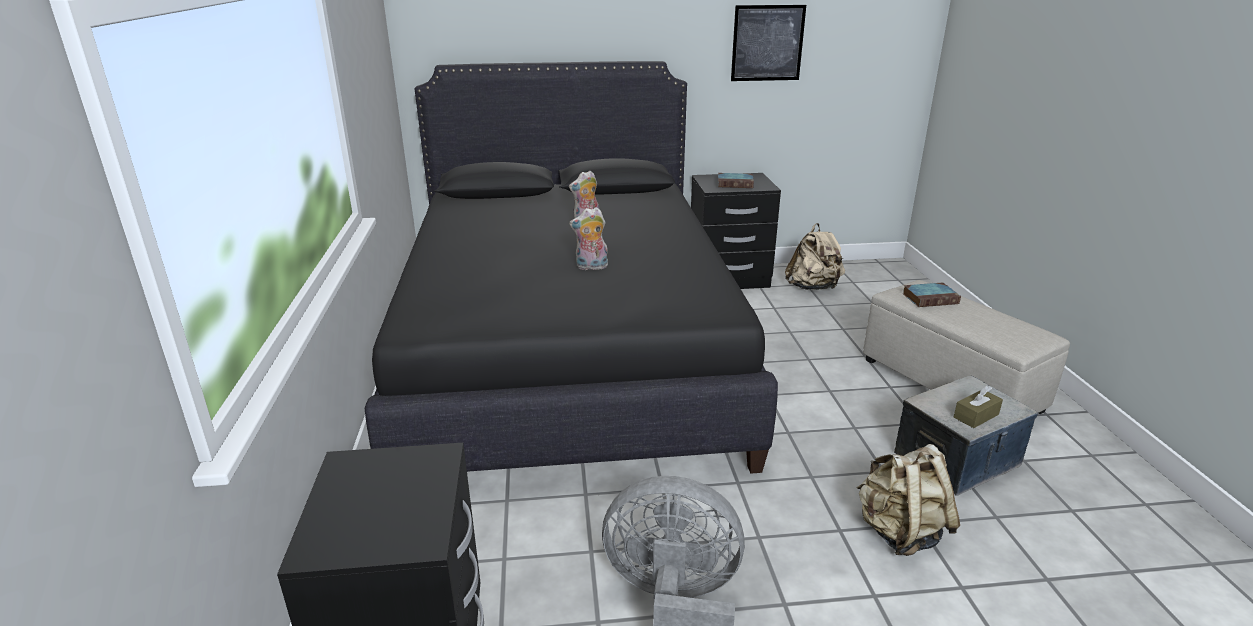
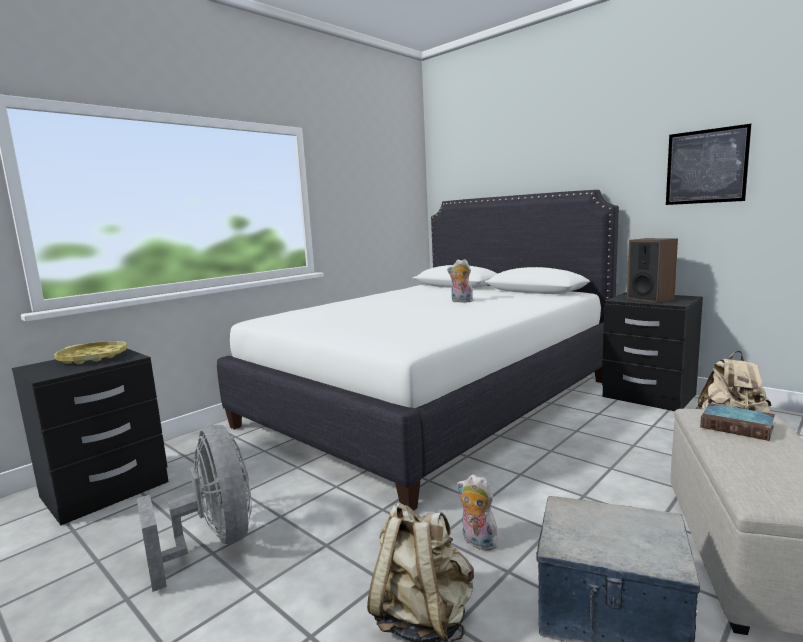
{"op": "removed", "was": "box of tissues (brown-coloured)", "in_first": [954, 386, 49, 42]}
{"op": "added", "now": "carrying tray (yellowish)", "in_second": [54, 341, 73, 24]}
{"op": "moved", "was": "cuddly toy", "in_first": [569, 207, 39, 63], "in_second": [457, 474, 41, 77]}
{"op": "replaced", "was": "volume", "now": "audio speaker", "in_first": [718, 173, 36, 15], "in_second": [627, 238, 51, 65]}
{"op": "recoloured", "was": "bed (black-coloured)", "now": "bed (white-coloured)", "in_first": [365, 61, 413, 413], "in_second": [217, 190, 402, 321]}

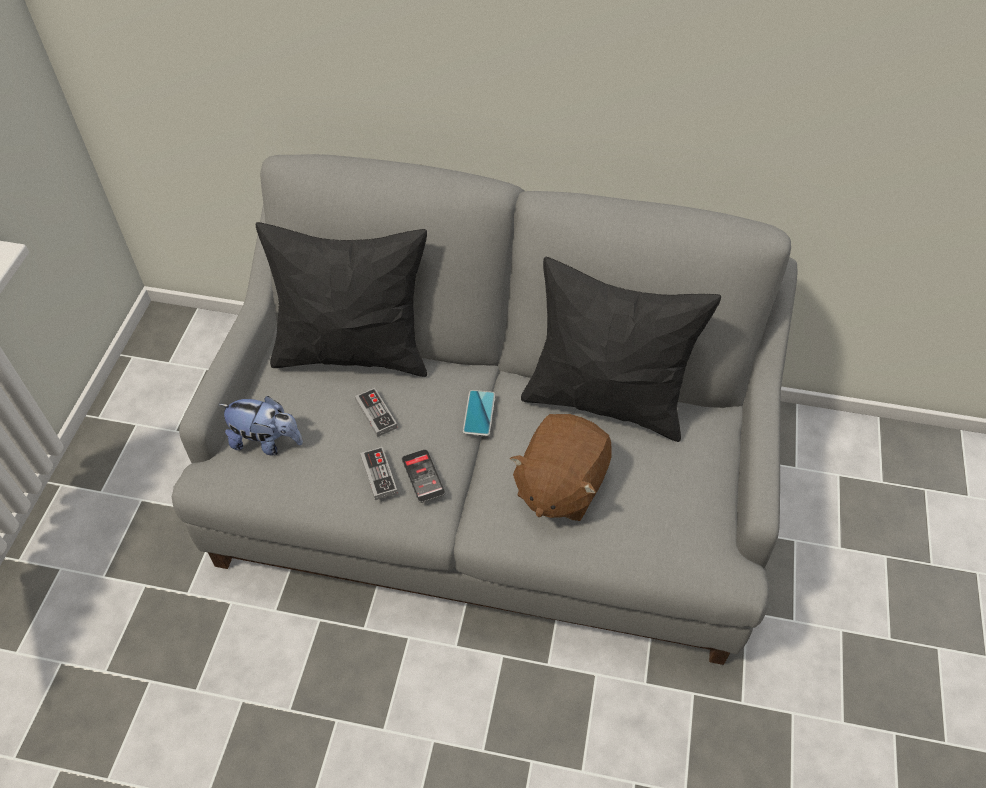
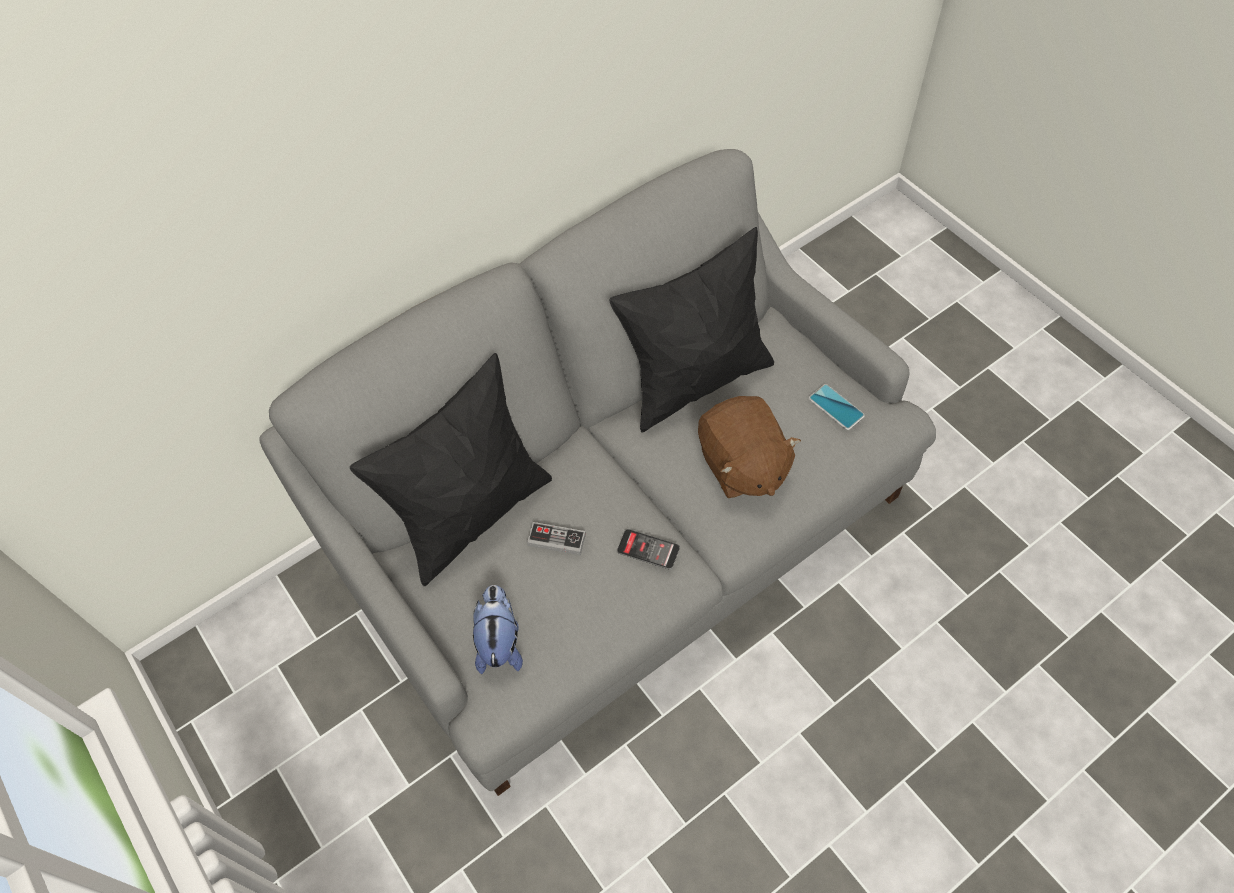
{"op": "removed", "was": "game controller", "in_first": [360, 447, 38, 53]}
{"op": "moved", "was": "handset", "in_first": [463, 390, 32, 46], "in_second": [809, 384, 56, 46]}
{"op": "turned", "was": "cuddly toy", "in_first": [218, 396, 85, 60], "in_second": [473, 585, 50, 89], "clockwise": -60}

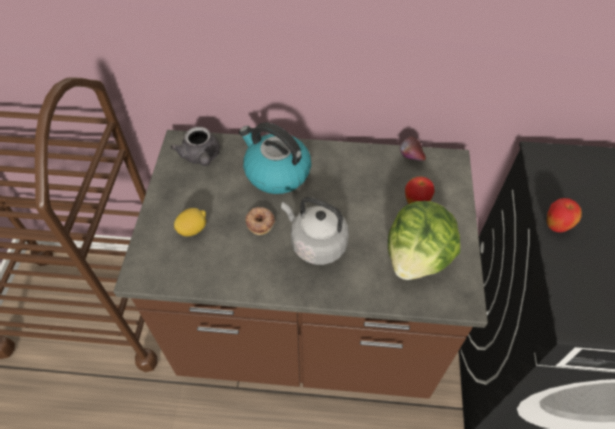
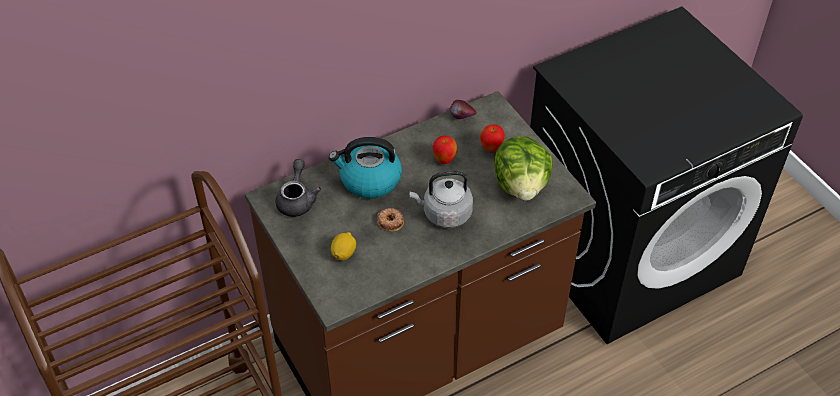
{"op": "moved", "was": "whole apple", "in_first": [547, 198, 35, 34], "in_second": [433, 136, 24, 28]}
{"op": "turned", "was": "teapot (greyish)", "in_first": [170, 127, 50, 39], "in_second": [276, 159, 45, 58], "clockwise": -120}

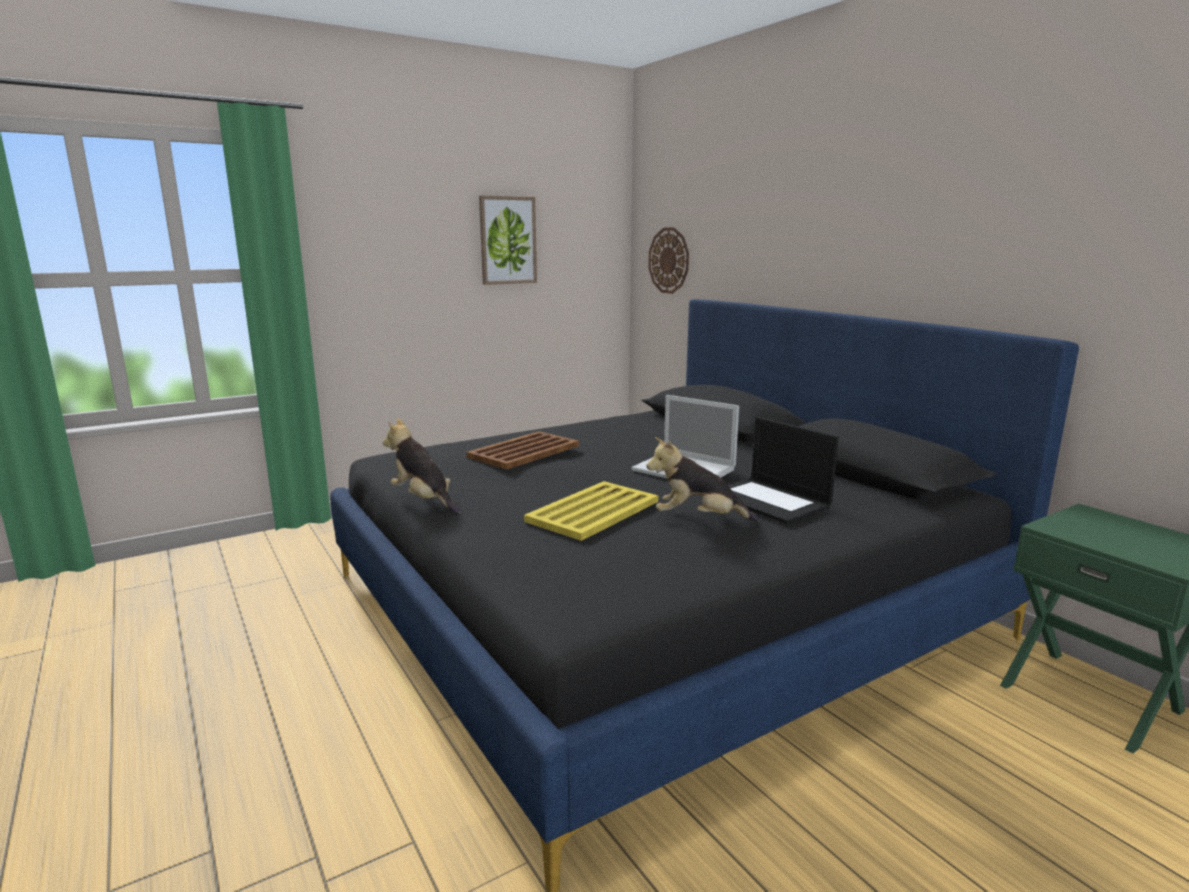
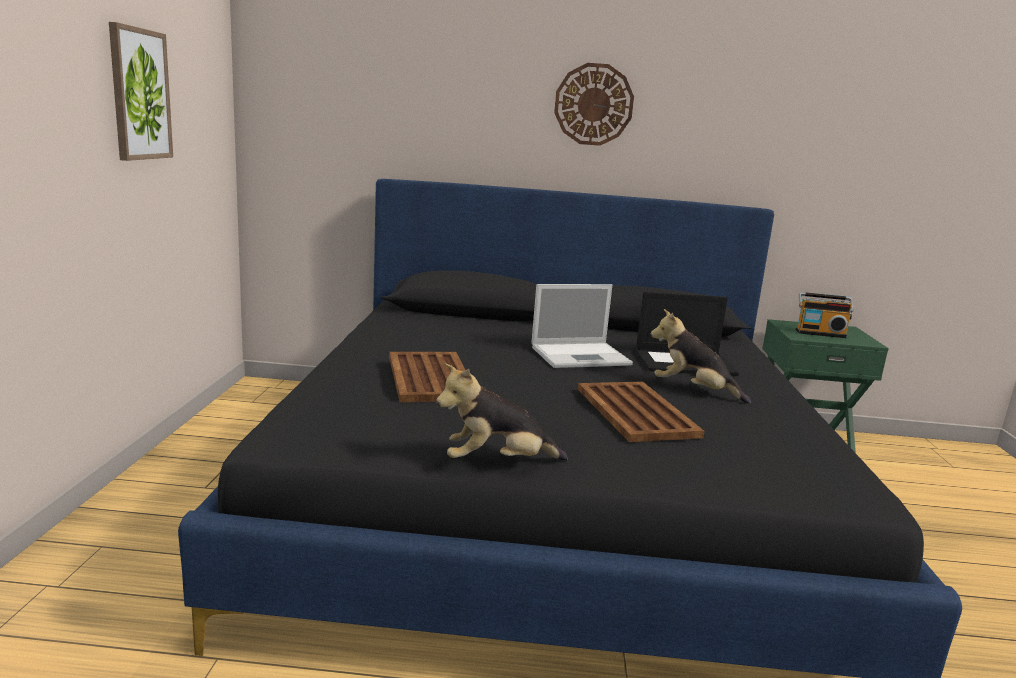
{"op": "added", "now": "radio receiver", "in_second": [796, 292, 58, 46]}
{"op": "moved", "was": "wall clock", "in_first": [648, 228, 41, 66], "in_second": [554, 63, 80, 83]}
{"op": "recoloured", "was": "carrying tray (yellowish)", "now": "carrying tray (brown-coloured)", "in_first": [524, 481, 134, 60], "in_second": [578, 381, 126, 61]}
{"op": "turned", "was": "cuddly toy", "in_first": [647, 437, 111, 84], "in_second": [651, 309, 100, 95], "clockwise": 75}

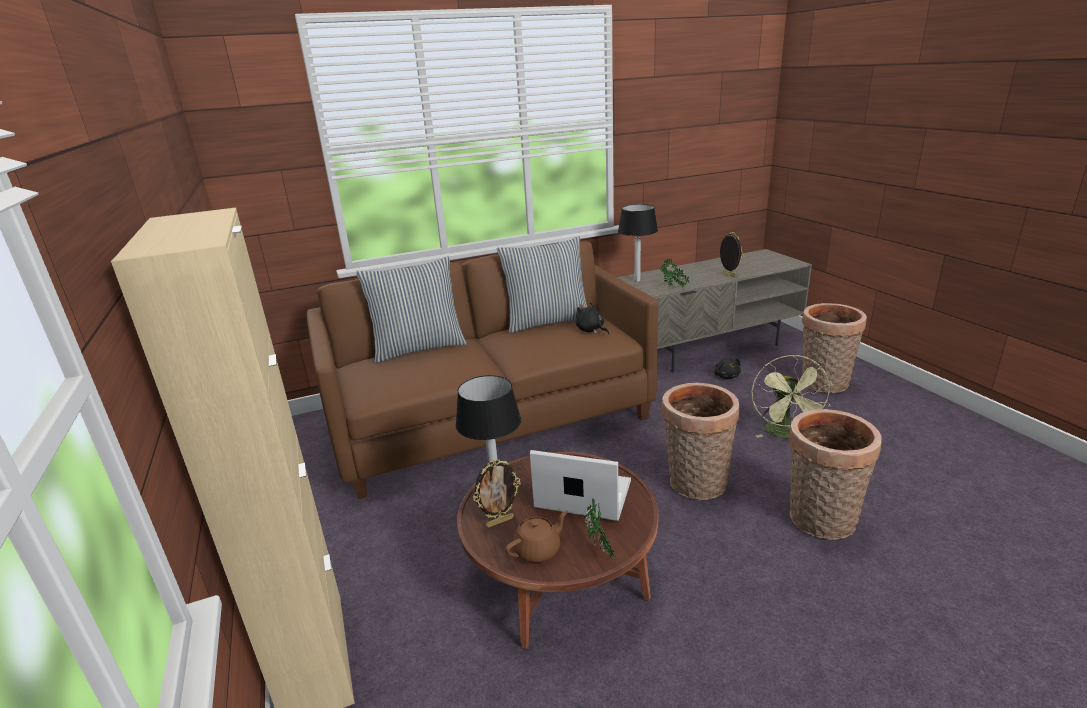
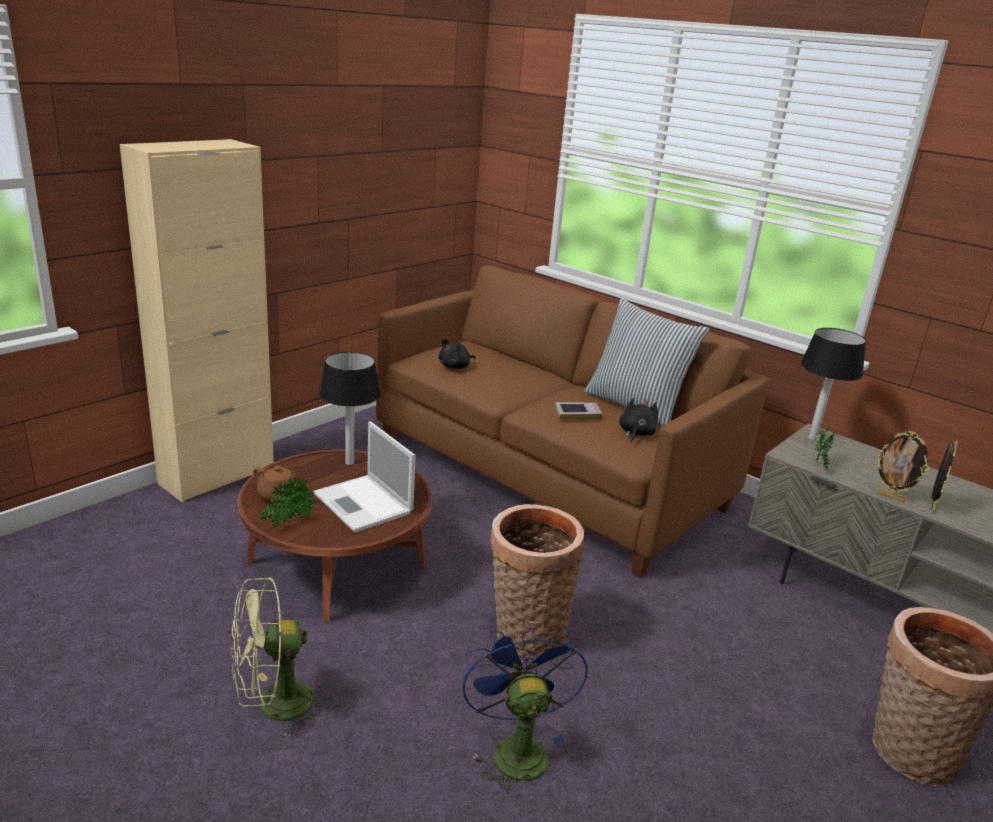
{"op": "removed", "was": "pillow", "in_first": [356, 256, 111, 107]}
{"op": "added", "now": "volume", "in_second": [555, 402, 47, 18]}
{"op": "moved", "was": "photo frame", "in_first": [473, 459, 48, 69], "in_second": [876, 431, 54, 71]}
{"op": "moved", "was": "cuddly toy (black-coloured)", "in_first": [714, 358, 27, 21], "in_second": [439, 339, 37, 30]}
{"op": "moved", "was": "electric fan (greenish)", "in_first": [751, 355, 82, 84], "in_second": [231, 577, 101, 160]}
{"op": "replaced", "was": "storage basket", "now": "electric fan (blue-coloured)", "in_first": [789, 409, 93, 131], "in_second": [463, 622, 125, 175]}
{"op": "turned", "was": "laptop", "in_first": [530, 450, 101, 71], "in_second": [313, 421, 103, 112], "clockwise": 150}

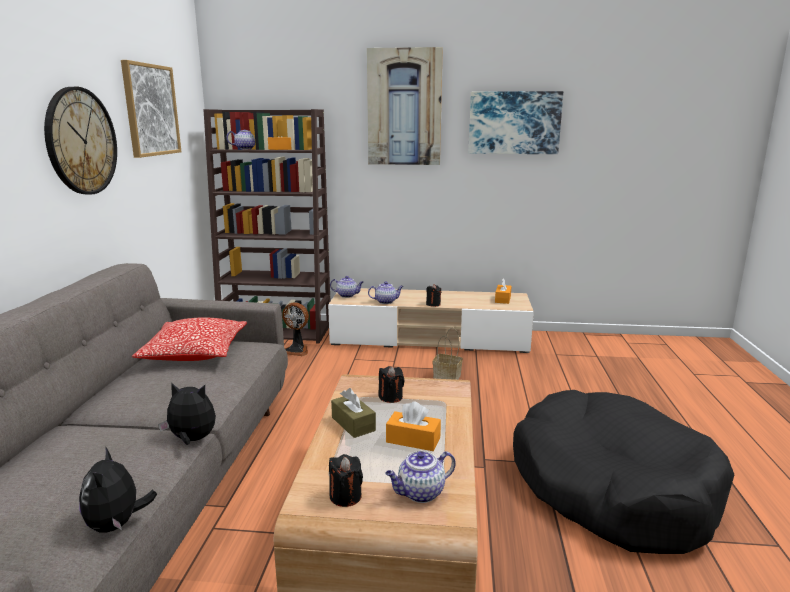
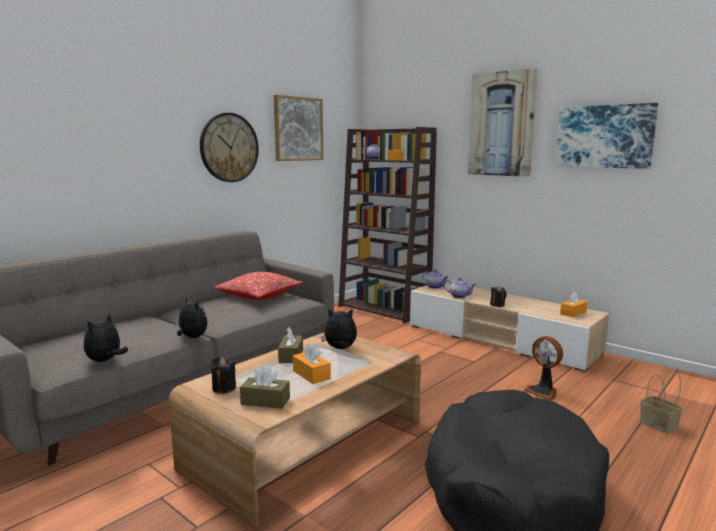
{"op": "moved", "was": "electric fan", "in_first": [282, 302, 27, 54], "in_second": [523, 336, 40, 64]}
{"op": "moved", "was": "storage basket", "in_first": [433, 328, 30, 52], "in_second": [640, 369, 42, 64]}
{"op": "replaced", "was": "wax candle (black-coloured)", "now": "cuddly toy", "in_first": [379, 366, 26, 37], "in_second": [321, 308, 36, 41]}
{"op": "replaced", "was": "teapot", "now": "box of tissues (brown-coloured)", "in_first": [385, 451, 71, 52], "in_second": [240, 366, 50, 43]}

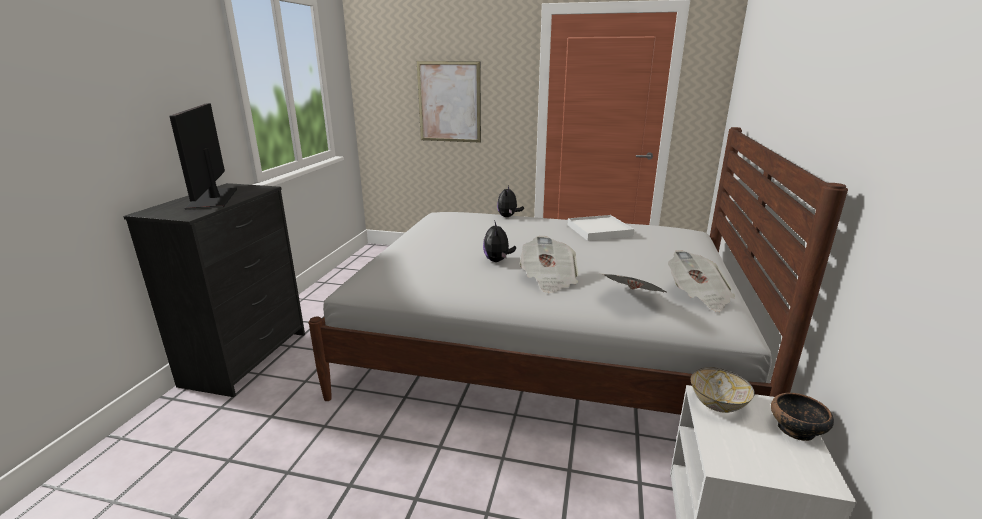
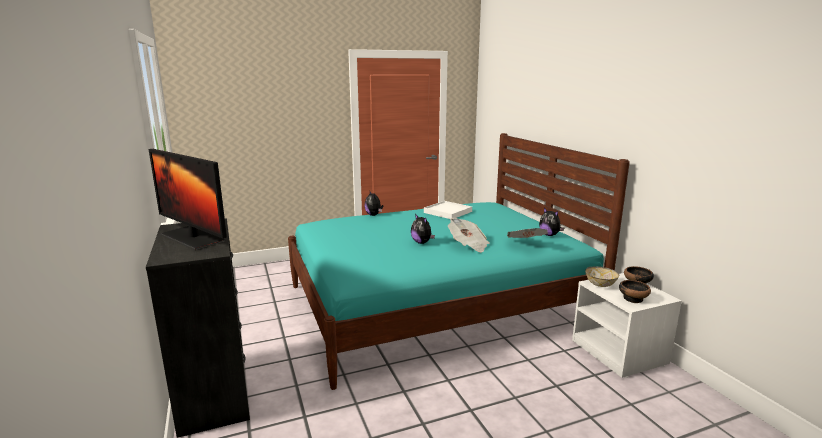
{"op": "removed", "was": "wall art", "in_first": [417, 61, 64, 82]}
{"op": "added", "now": "serving bowl", "in_second": [619, 280, 32, 23]}
{"op": "replaced", "was": "printed paper", "now": "cuddly toy", "in_first": [668, 250, 67, 62], "in_second": [539, 208, 25, 28]}
{"op": "recoloured", "was": "bed (white-coloured)", "now": "bed (turquoise)", "in_first": [309, 127, 539, 288], "in_second": [288, 133, 342, 257]}

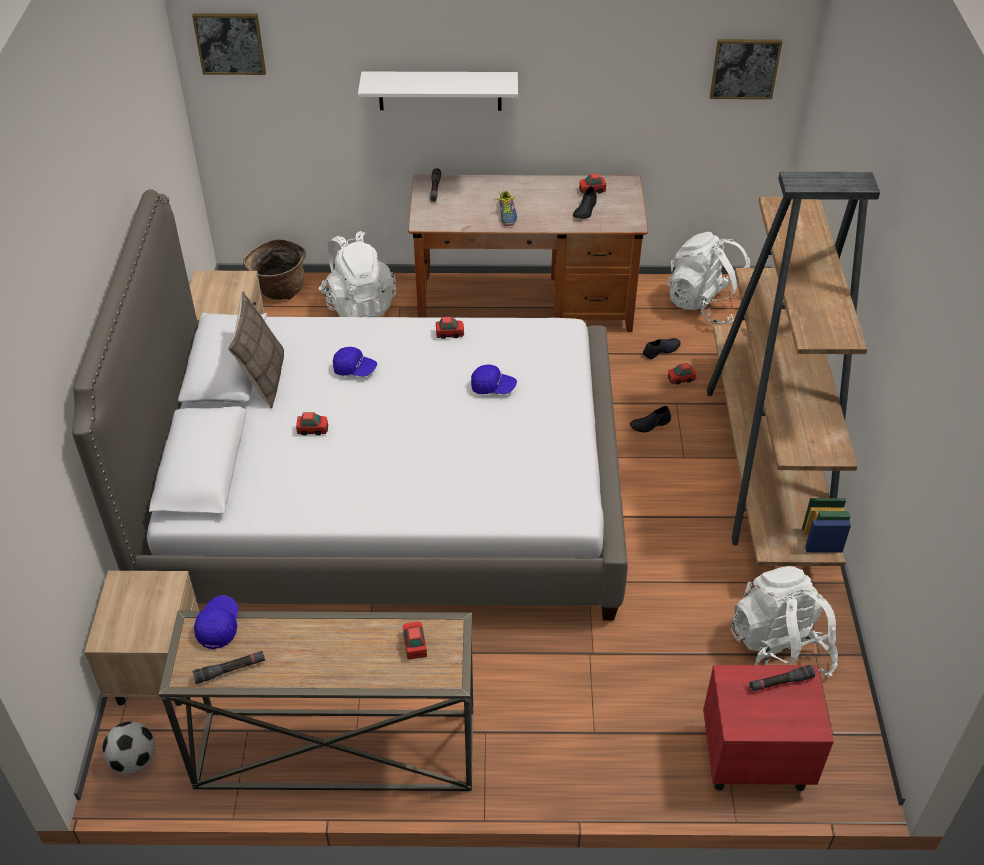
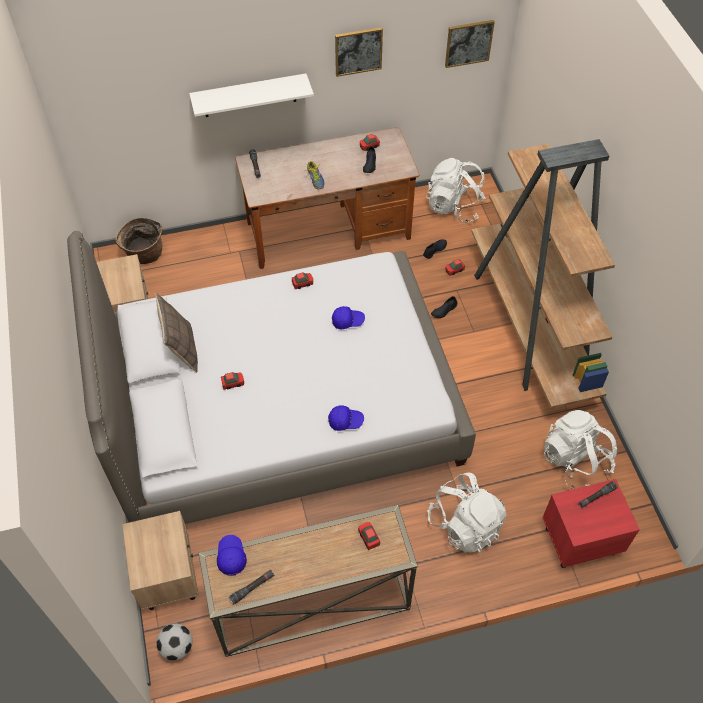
{"op": "moved", "was": "wall art", "in_first": [192, 13, 74, 62], "in_second": [335, 27, 48, 50]}
{"op": "moved", "was": "rucksack (white-coloured)", "in_first": [319, 231, 78, 86], "in_second": [428, 473, 79, 80]}
{"op": "moved", "was": "cap (blue-coloured)", "in_first": [333, 347, 44, 30], "in_second": [328, 406, 36, 25]}

